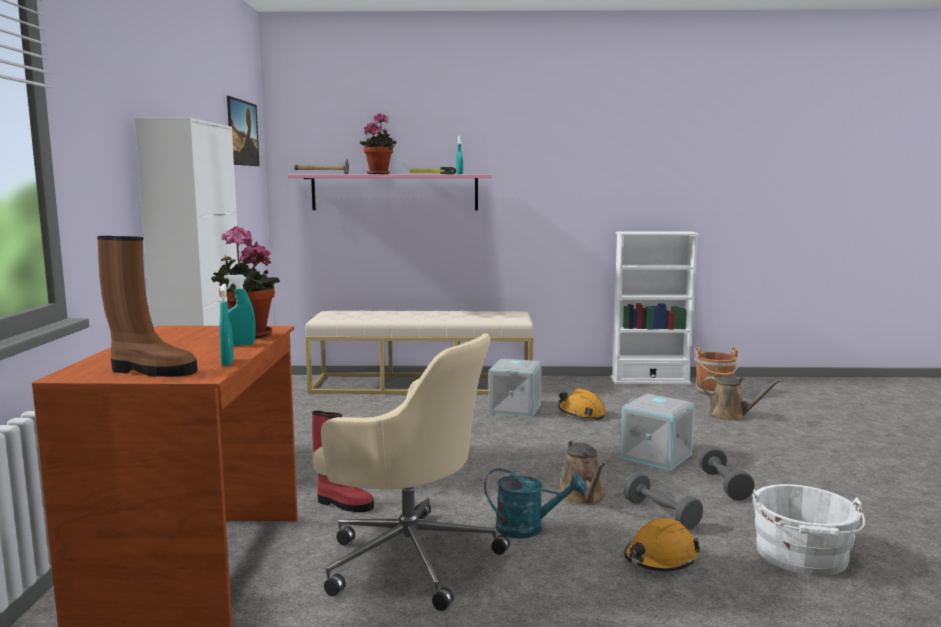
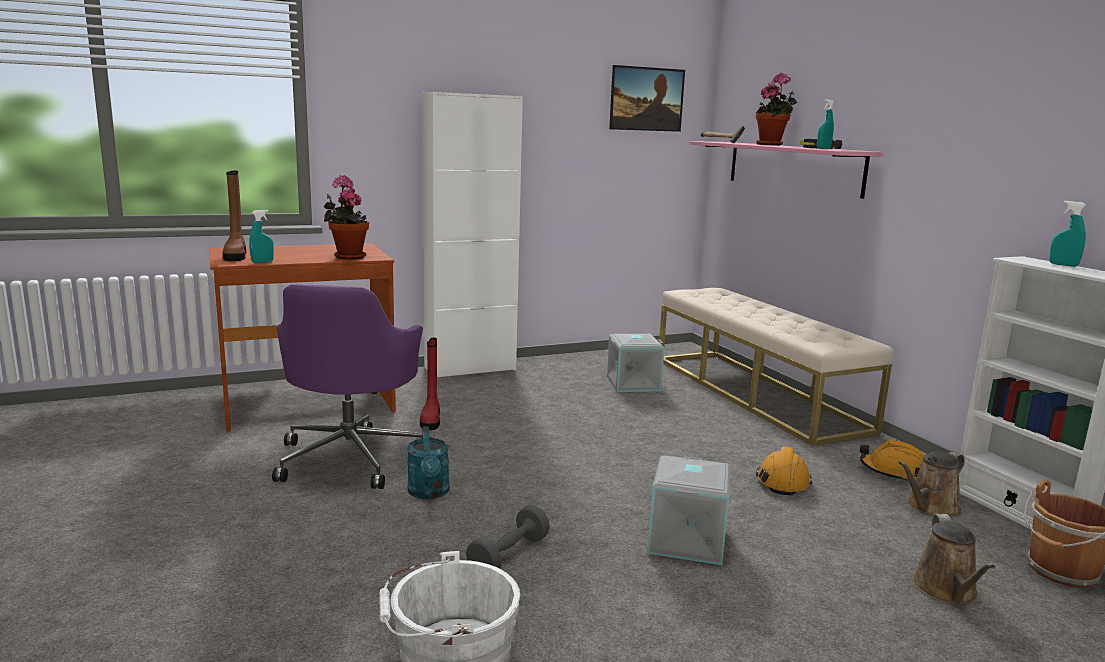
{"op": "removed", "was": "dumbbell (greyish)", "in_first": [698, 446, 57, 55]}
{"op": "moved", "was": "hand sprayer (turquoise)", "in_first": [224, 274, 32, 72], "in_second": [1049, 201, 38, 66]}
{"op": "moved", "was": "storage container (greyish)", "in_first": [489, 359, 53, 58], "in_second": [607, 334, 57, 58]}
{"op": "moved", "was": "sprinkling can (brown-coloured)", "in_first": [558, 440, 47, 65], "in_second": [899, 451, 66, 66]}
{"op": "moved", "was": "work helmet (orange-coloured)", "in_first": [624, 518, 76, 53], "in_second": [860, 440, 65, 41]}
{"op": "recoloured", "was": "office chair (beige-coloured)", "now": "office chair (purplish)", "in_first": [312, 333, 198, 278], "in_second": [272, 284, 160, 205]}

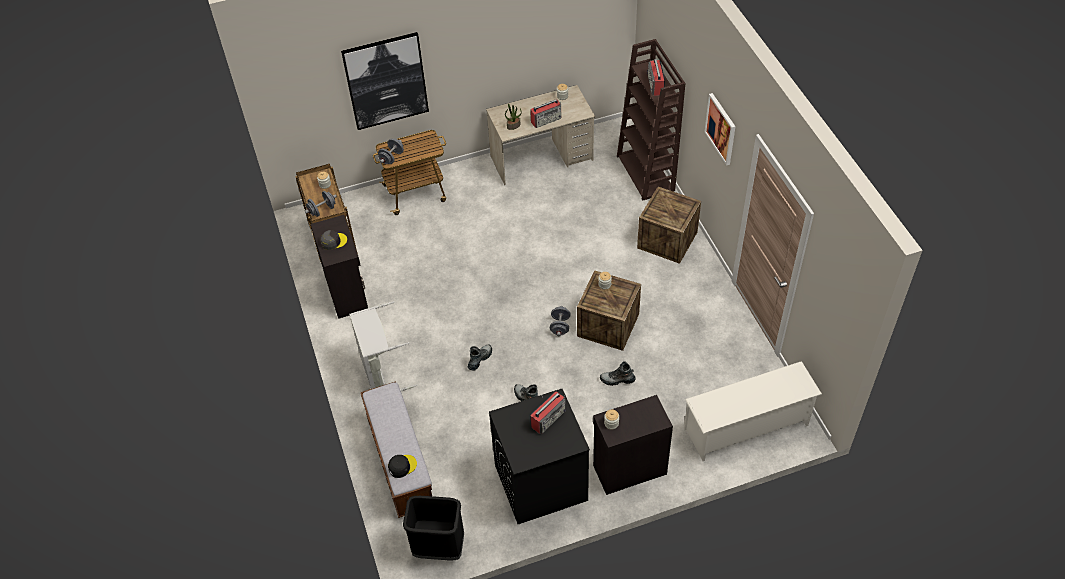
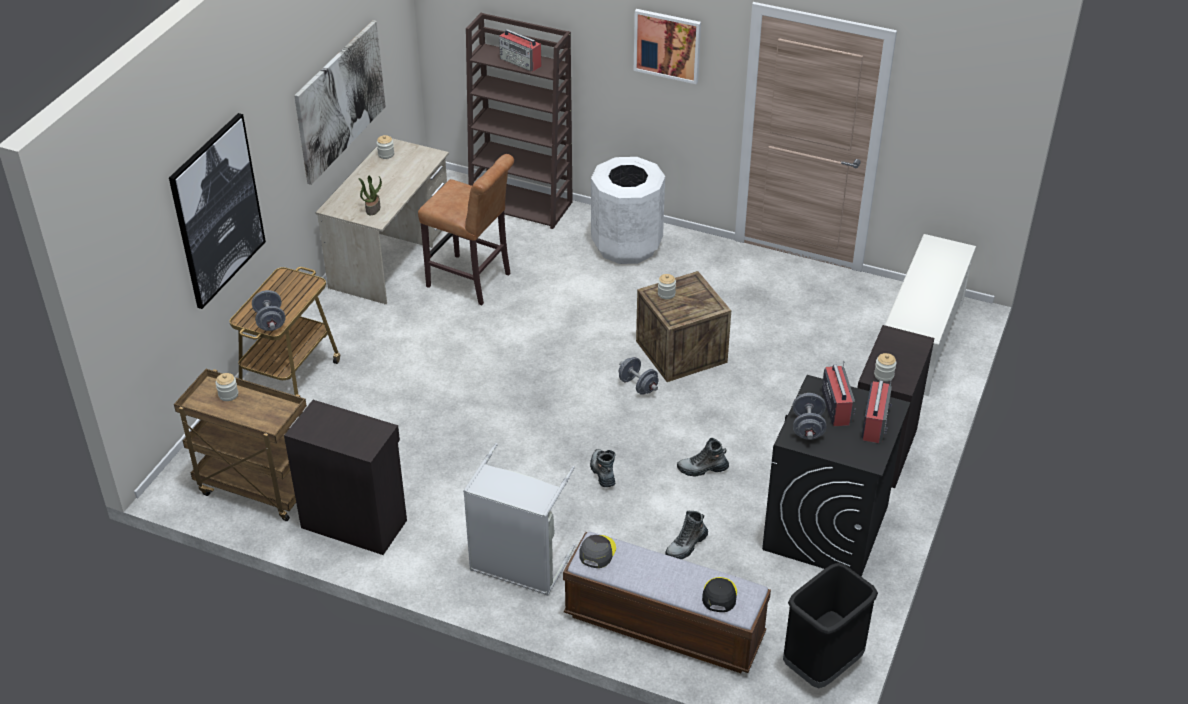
{"op": "added", "now": "wall art", "in_second": [294, 20, 92, 165]}
{"op": "added", "now": "stool seat (brown-coloured)", "in_second": [418, 154, 96, 151]}
{"op": "moved", "was": "dumbbell (greyish)", "in_first": [305, 191, 32, 26], "in_second": [793, 393, 33, 47]}
{"op": "moved", "was": "cap (greyish)", "in_first": [321, 230, 26, 20], "in_second": [580, 535, 36, 33]}
{"op": "moved", "was": "radio receiver", "in_first": [530, 99, 31, 29], "in_second": [861, 379, 31, 64]}
{"op": "moved", "was": "tall boot", "in_first": [600, 361, 36, 25], "in_second": [665, 511, 43, 48]}
{"op": "replaced", "was": "crate", "now": "waste bin (white-coloured)", "in_first": [637, 187, 64, 77], "in_second": [591, 157, 74, 107]}

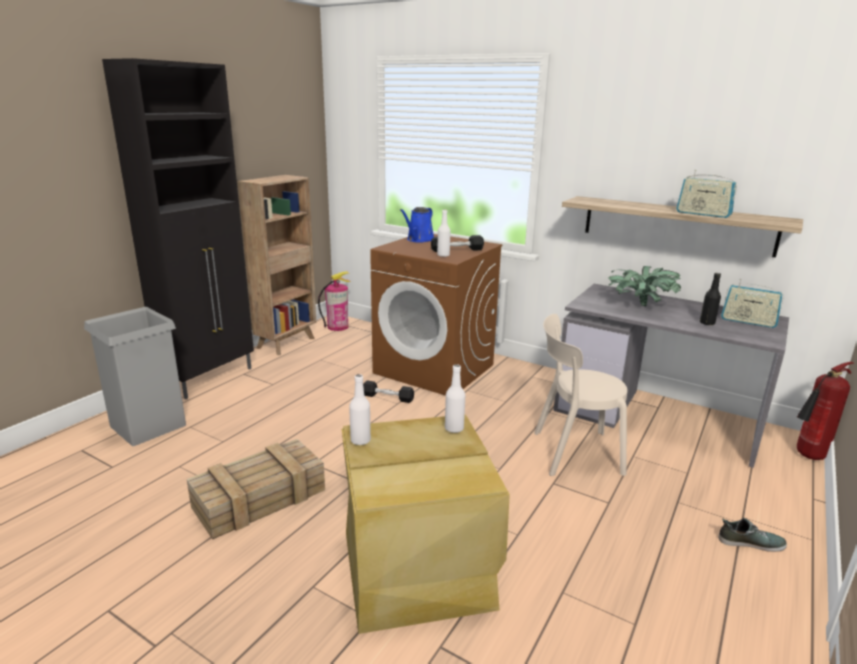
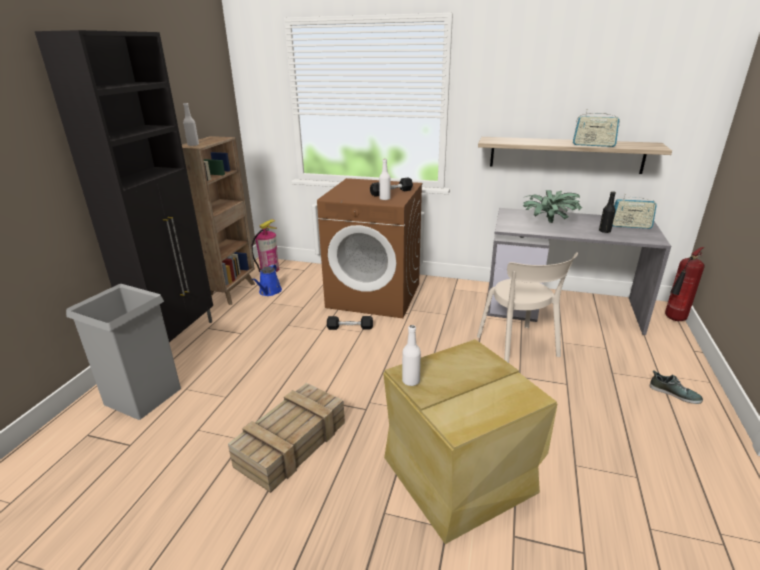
{"op": "moved", "was": "sprinkling can (blue-coloured)", "in_first": [400, 207, 34, 36], "in_second": [252, 264, 30, 32]}
{"op": "moved", "was": "beverage bottle (white-coloured)", "in_first": [445, 364, 20, 69], "in_second": [183, 103, 16, 43]}
{"op": "turned", "was": "chair (beige-coloured)", "in_first": [534, 314, 94, 162], "in_second": [477, 252, 101, 111], "clockwise": -90}
{"op": "turned", "was": "shoe", "in_first": [718, 518, 69, 34], "in_second": [650, 370, 53, 34], "clockwise": 45}

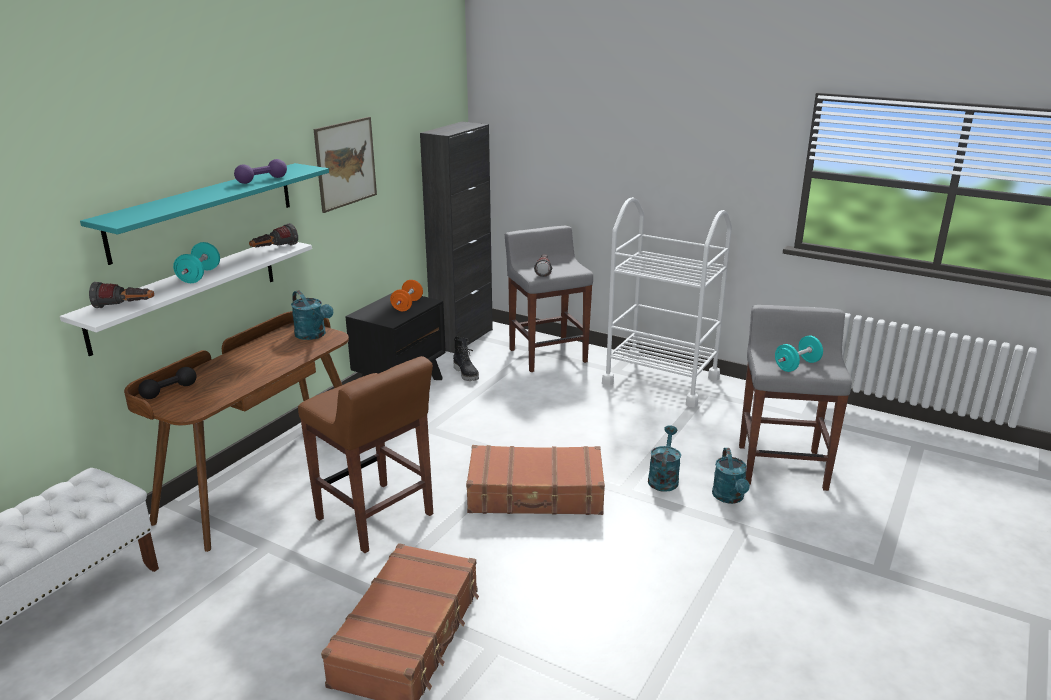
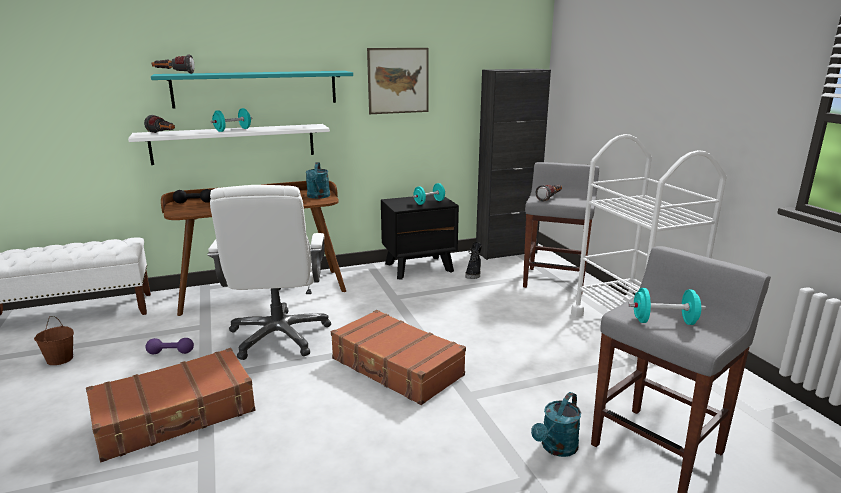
{"op": "removed", "was": "sprinkling can (turquoise)", "in_first": [648, 426, 33, 66]}
{"op": "added", "now": "water bucket (brown-coloured)", "in_second": [34, 316, 40, 49]}
{"op": "moved", "was": "dumbbell (purplish)", "in_first": [234, 159, 53, 25], "in_second": [145, 338, 49, 16]}
{"op": "moved", "was": "flashlight", "in_first": [249, 223, 49, 25], "in_second": [152, 54, 43, 20]}
{"op": "replaced", "was": "stool seat (brown-coloured)", "now": "office chair (white-coloured)", "in_first": [298, 356, 135, 197], "in_second": [207, 185, 124, 175]}
{"op": "recoloured", "was": "dumbbell (orange-coloured)", "now": "dumbbell (turquoise)", "in_first": [390, 280, 33, 31], "in_second": [413, 183, 32, 22]}

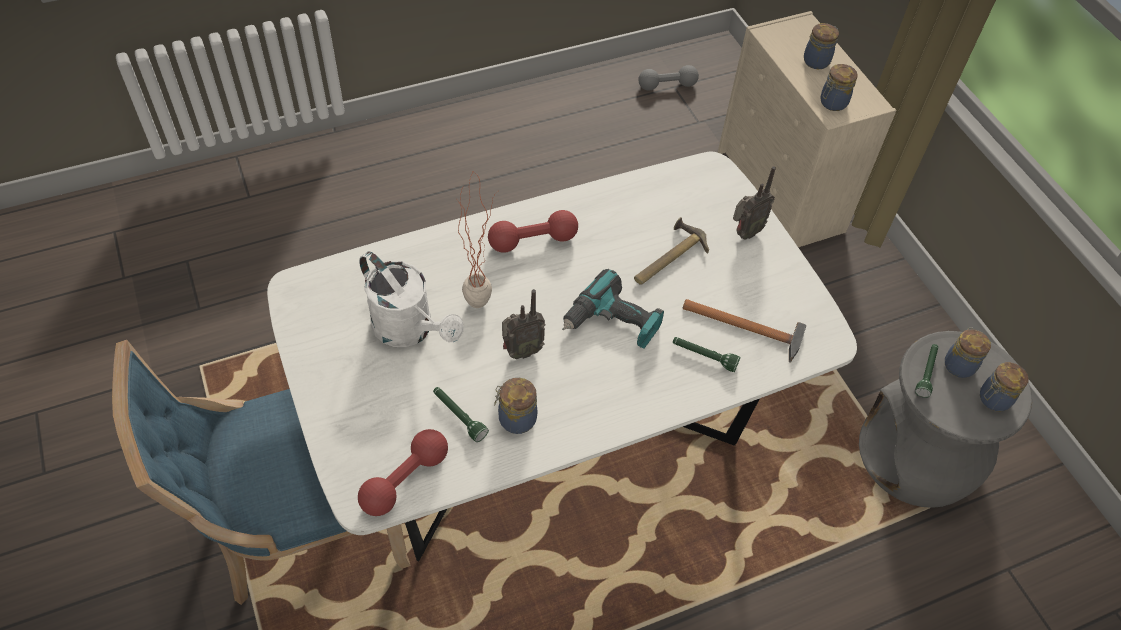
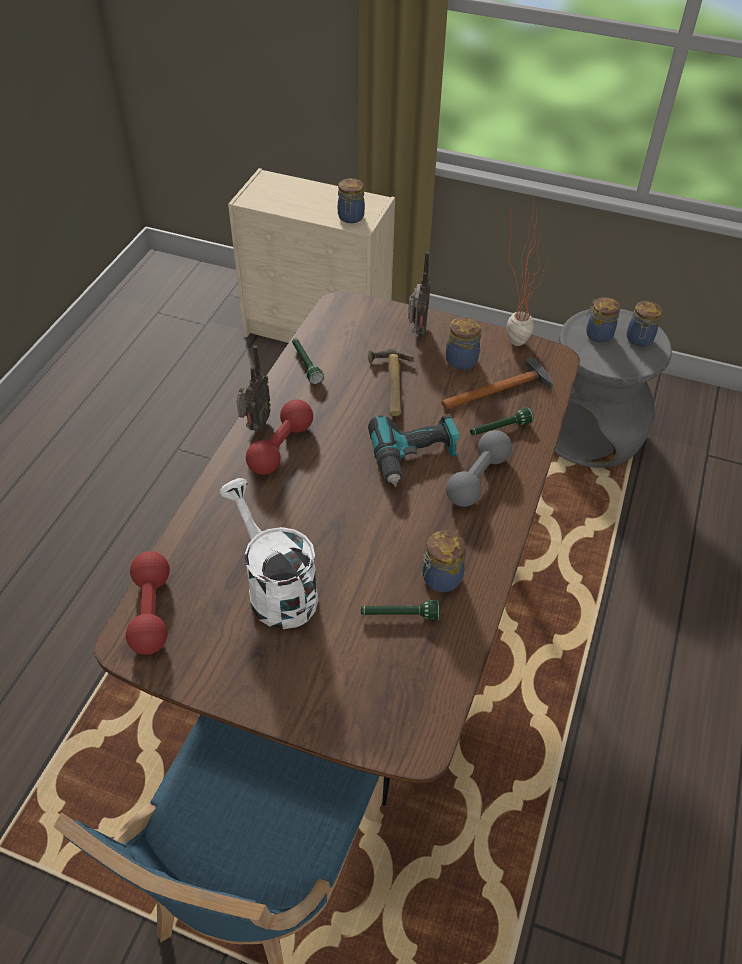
{"op": "moved", "was": "dumbbell (red-coloured)", "in_first": [358, 429, 90, 87], "in_second": [126, 551, 44, 104]}
{"op": "moved", "was": "houseplant", "in_first": [457, 170, 40, 138], "in_second": [507, 199, 43, 147]}
{"op": "moved", "was": "radio receiver", "in_first": [502, 289, 44, 70], "in_second": [237, 345, 34, 87]}
{"op": "moved", "was": "dumbbell (greyish)", "in_first": [638, 65, 61, 25], "in_second": [446, 430, 66, 77]}
{"op": "moved", "was": "storage jar", "in_first": [804, 23, 35, 46], "in_second": [446, 316, 35, 54]}
{"op": "moved", "was": "flashlight (greenish)", "in_first": [915, 344, 23, 54], "in_second": [292, 338, 32, 46]}
{"op": "recoloured", "was": "dinner table (white-coloured)", "now": "dinner table (brown-coloured)", "in_first": [267, 152, 590, 409], "in_second": [94, 292, 486, 514]}
{"op": "turned", "was": "sprinkling can (white-coloured)", "in_first": [359, 251, 105, 96], "in_second": [220, 478, 98, 151], "clockwise": -120}

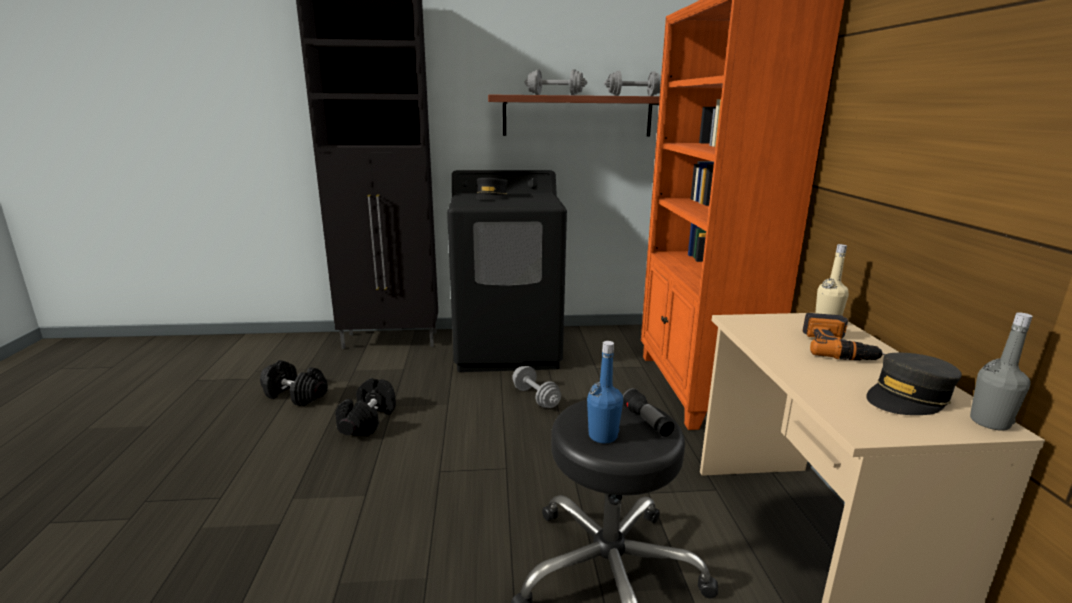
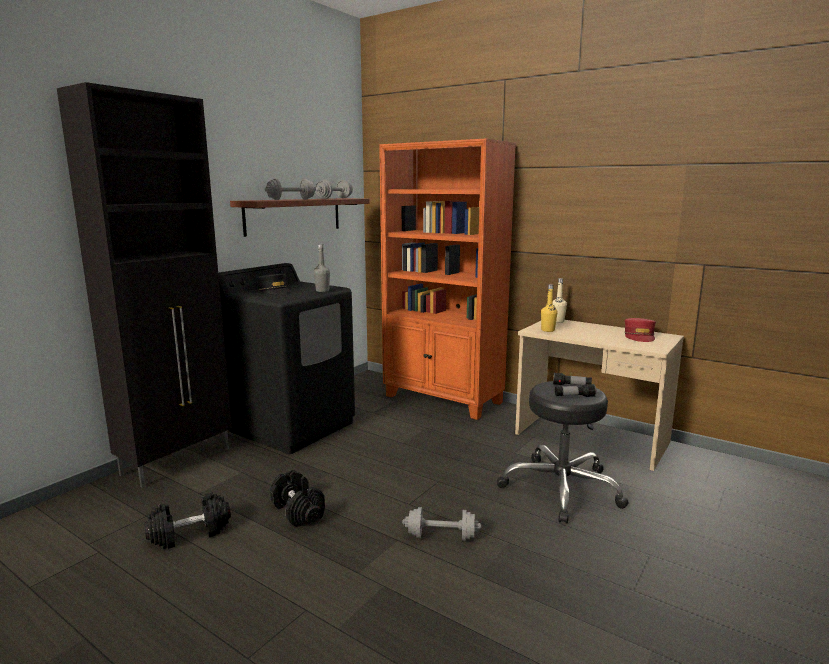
{"op": "removed", "was": "electric drill", "in_first": [803, 313, 82, 47]}
{"op": "added", "now": "beverage bottle (yellowish)", "in_second": [541, 284, 17, 48]}
{"op": "moved", "was": "dumbbell (greyish)", "in_first": [512, 366, 49, 42], "in_second": [402, 507, 80, 34]}
{"op": "moved", "was": "beverage bottle (greyish)", "in_first": [970, 312, 63, 118], "in_second": [314, 244, 16, 48]}
{"op": "replaced", "was": "beverage bottle (blue-coloured)", "now": "flashlight", "in_first": [587, 341, 36, 103], "in_second": [555, 384, 41, 13]}
{"op": "recoloured", "was": "cap (greyish)", "now": "cap (red-coloured)", "in_first": [866, 353, 96, 62], "in_second": [624, 318, 32, 24]}

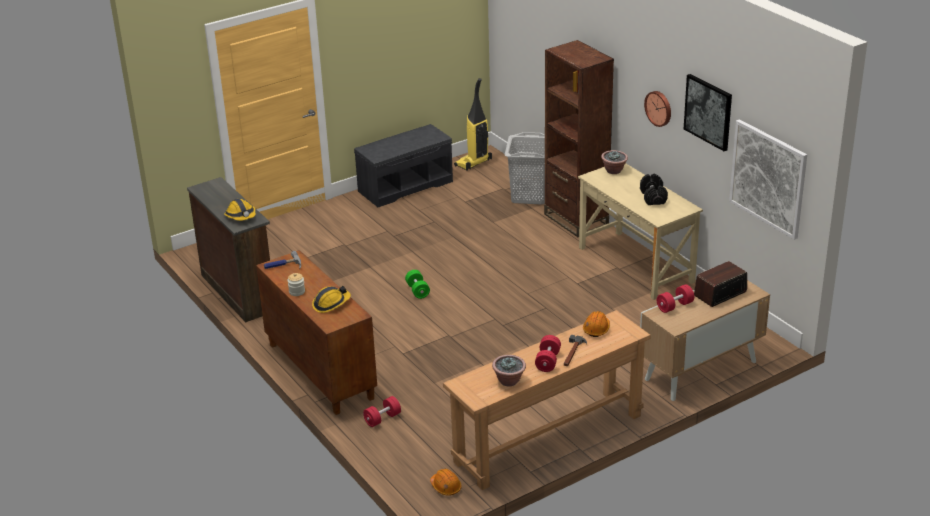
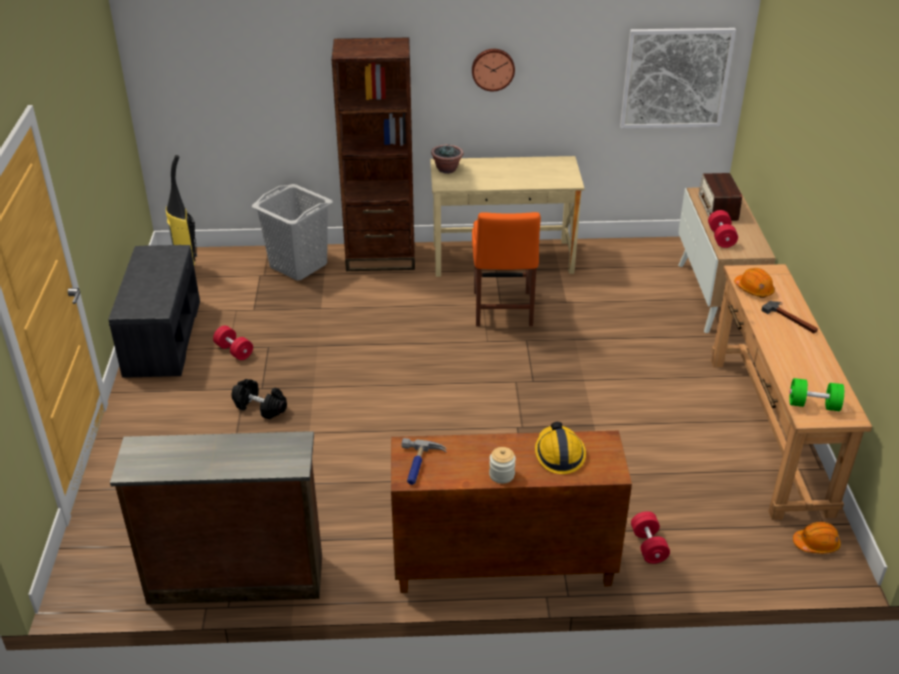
{"op": "removed", "was": "work helmet", "in_first": [224, 199, 32, 22]}
{"op": "removed", "was": "houseplant", "in_first": [492, 355, 34, 32]}
{"op": "removed", "was": "wall art", "in_first": [684, 74, 48, 77]}
{"op": "added", "now": "chair (orange-coloured)", "in_second": [472, 212, 69, 114]}
{"op": "moved", "was": "dumbbell (greenish)", "in_first": [405, 270, 25, 29], "in_second": [789, 378, 55, 33]}
{"op": "moved", "was": "dumbbell (red-coloured)", "in_first": [535, 335, 26, 37], "in_second": [213, 326, 40, 34]}
{"op": "moved", "was": "dumbbell (black-coloured)", "in_first": [640, 174, 28, 31], "in_second": [231, 379, 56, 40]}

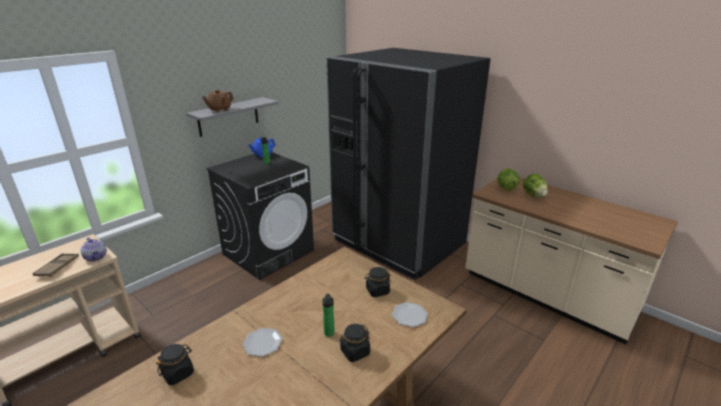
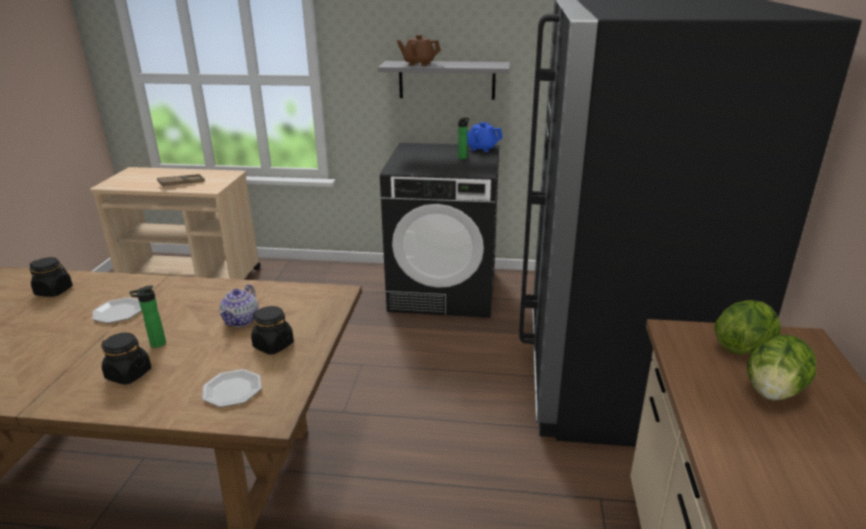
{"op": "moved", "was": "teapot", "in_first": [81, 237, 26, 25], "in_second": [219, 284, 40, 43]}

